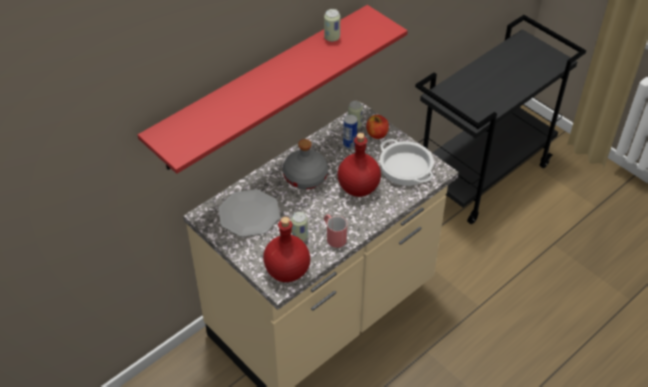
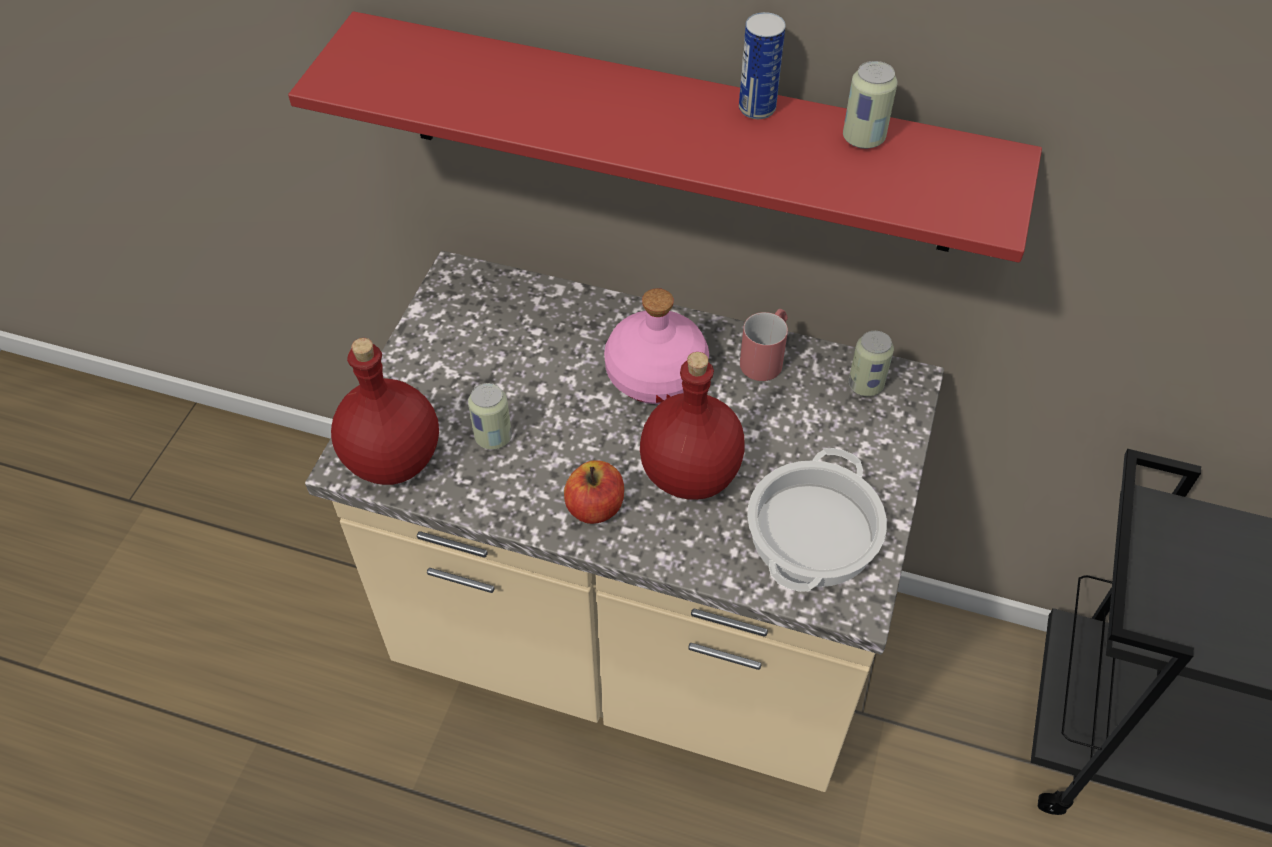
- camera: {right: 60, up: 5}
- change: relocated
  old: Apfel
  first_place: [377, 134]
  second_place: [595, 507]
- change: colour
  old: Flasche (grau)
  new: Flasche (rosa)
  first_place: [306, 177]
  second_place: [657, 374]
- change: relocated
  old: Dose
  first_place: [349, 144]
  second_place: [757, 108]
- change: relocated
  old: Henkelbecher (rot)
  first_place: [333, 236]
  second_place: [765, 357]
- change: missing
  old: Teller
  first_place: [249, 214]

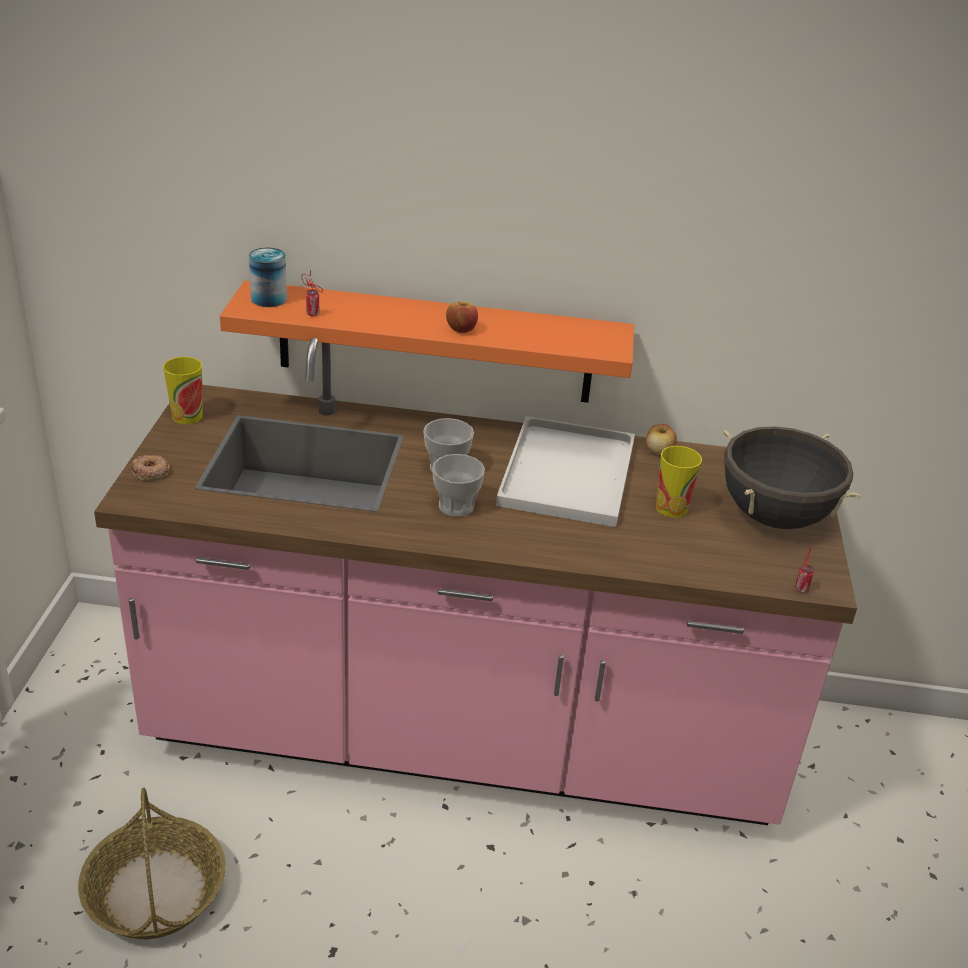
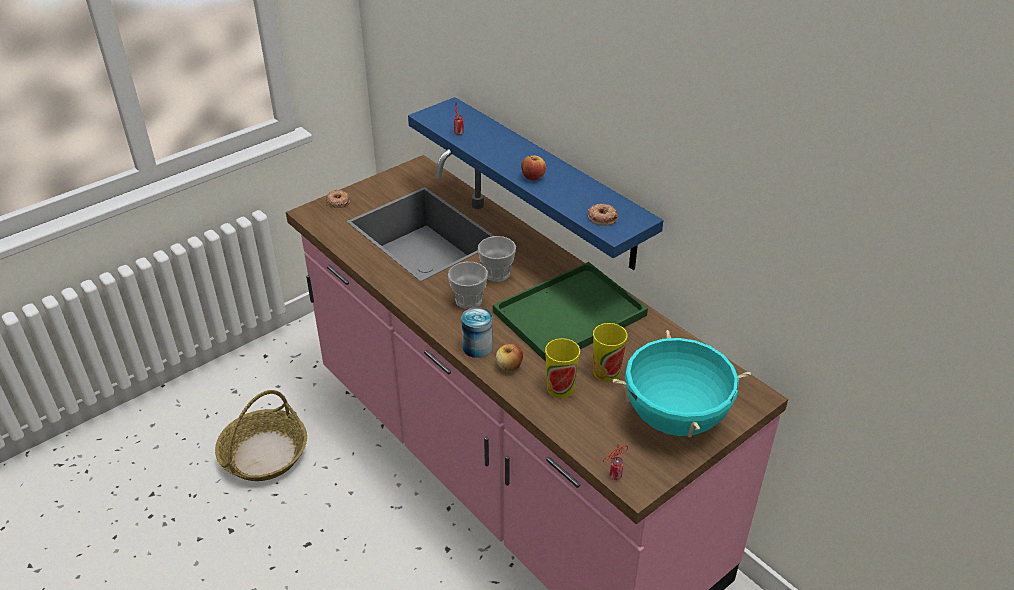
- camera: {right: 45, up: 5}
- change: colour
  old: Wandregal (orange)
  new: Wandregal (blau)
  first_place: [435, 343]
  second_place: [548, 183]
- change: relocated
  old: Dose
  first_place: [269, 299]
  second_place: [477, 347]
- change: colour
  old: Tablett (weiß)
  new: Tablett (grün)
  first_place: [569, 475]
  second_place: [568, 315]
- change: relocated
  old: Apfel
  first_place: [659, 451]
  second_place: [509, 366]
- change: relocated
  old: Tasse
  first_place: [187, 416]
  second_place: [560, 388]
- change: appeared
  new: Donut
  second_place: [602, 217]
- change: colour
  old: Kochtopf (schwarz)
  new: Kochtopf (türkis)
  first_place: [775, 517]
  second_place: [675, 418]

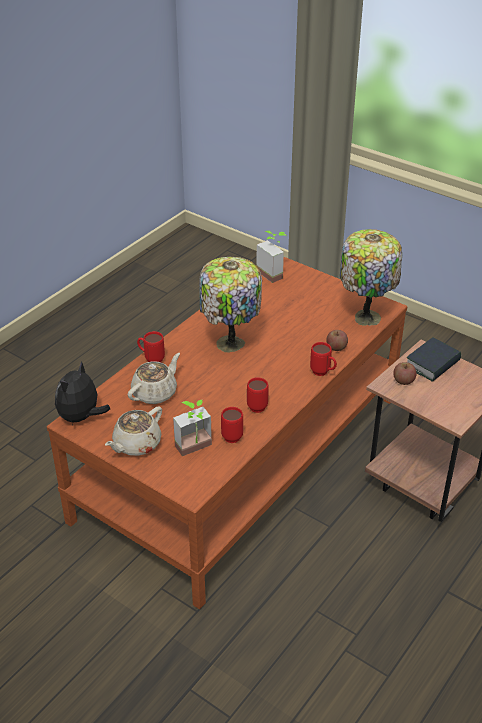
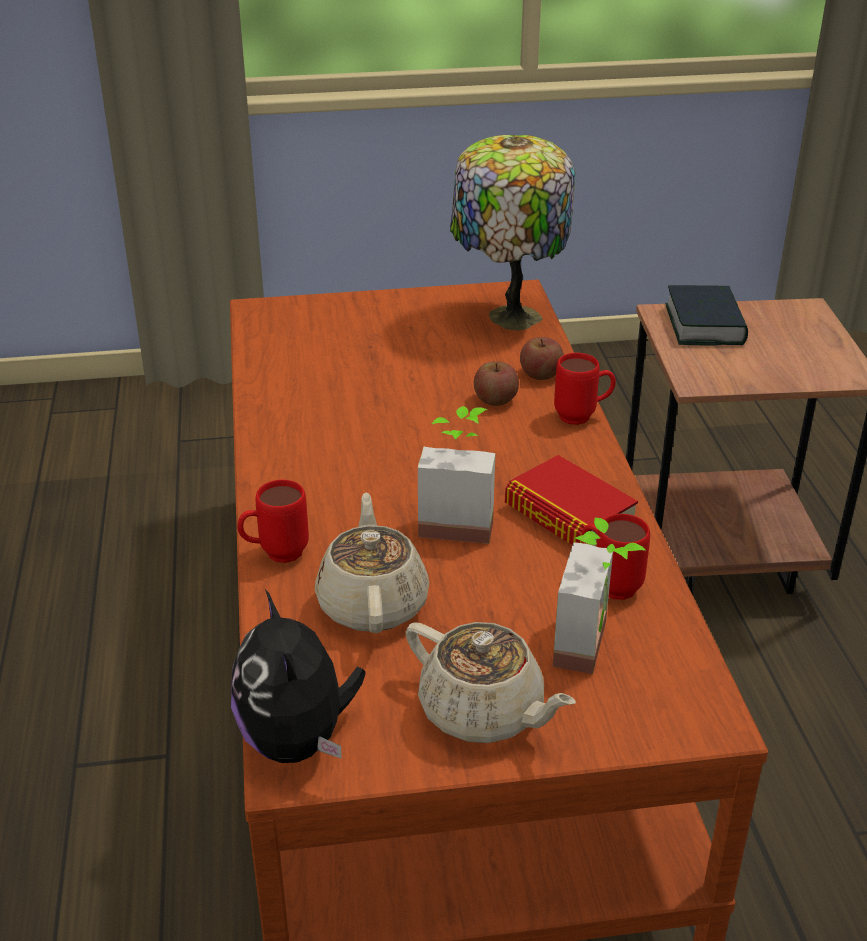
- camera: {right: -45, up: -5}
- change: spun
  old: Teekanne (beige)
  first_place: [136, 444]
  second_place: [483, 712]
  degrees: -45
- change: relocated
  old: Topfpflanze
  first_place: [274, 272]
  second_place: [458, 520]
- change: relocated
  old: Apfel
  first_place: [403, 381]
  second_place: [495, 400]
- change: exchanged
  old: Henkelbecher (rot)
  new: Buch
  first_place: [257, 405]
  second_place: [569, 515]
- change: missing
  old: Tischlampe
  first_place: [229, 345]

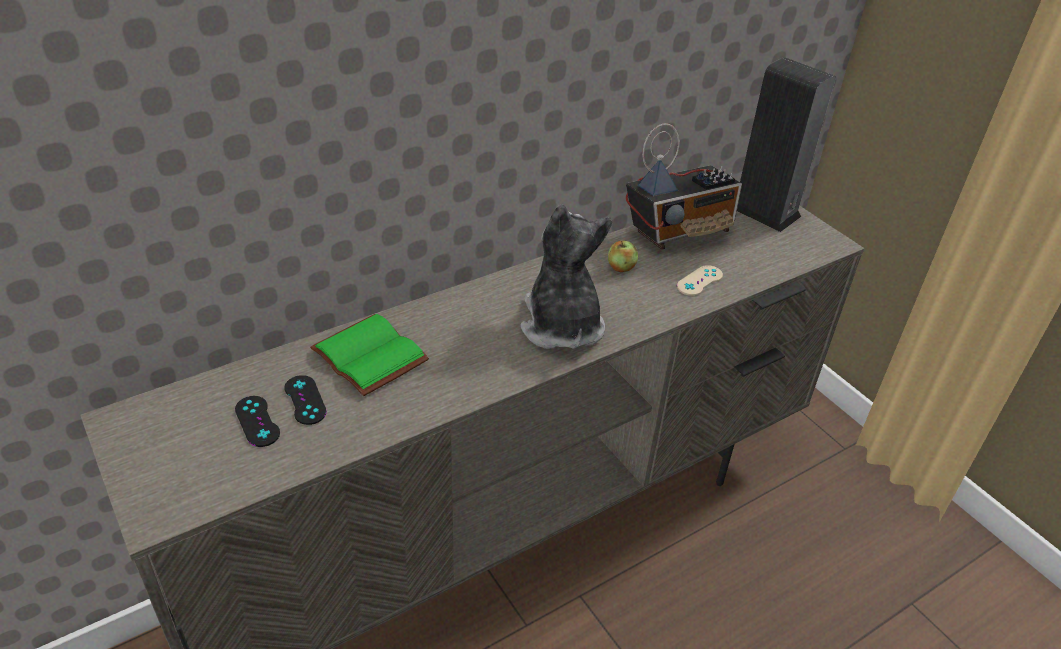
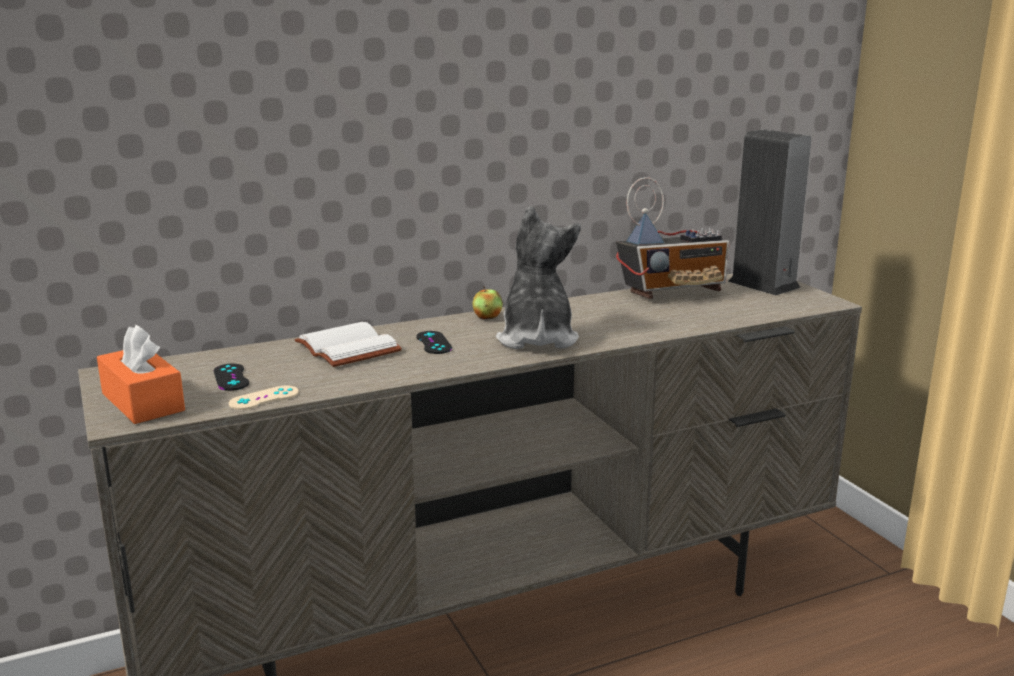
- camera: {right: 10, up: -20}
- change: appeared
  new: Taschentuchbox (orange)
  second_place: [143, 402]
- change: relocated
  old: Gamepad (beige)
  first_place: [699, 281]
  second_place: [264, 398]
- change: colour
  old: Buch (grün)
  new: Buch (weiß)
  first_place: [366, 356]
  second_place: [344, 348]
- change: relocated
  old: Gamepad (schwarz)
  first_place: [305, 400]
  second_place: [433, 343]
- change: relocated
  old: Apfel
  first_place: [621, 267]
  second_place: [487, 317]

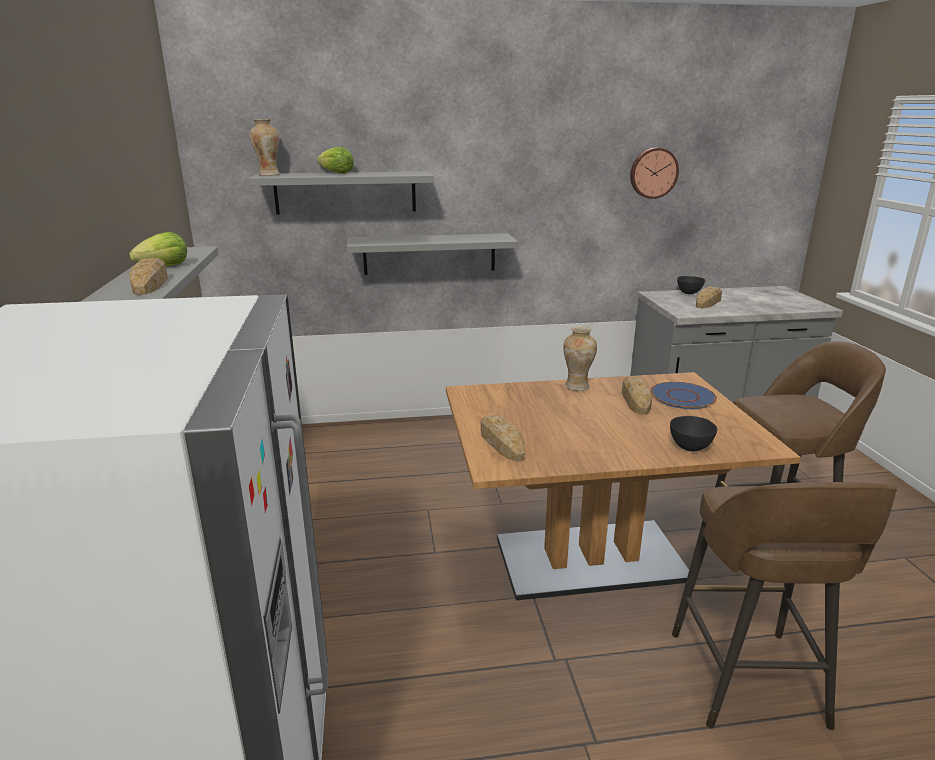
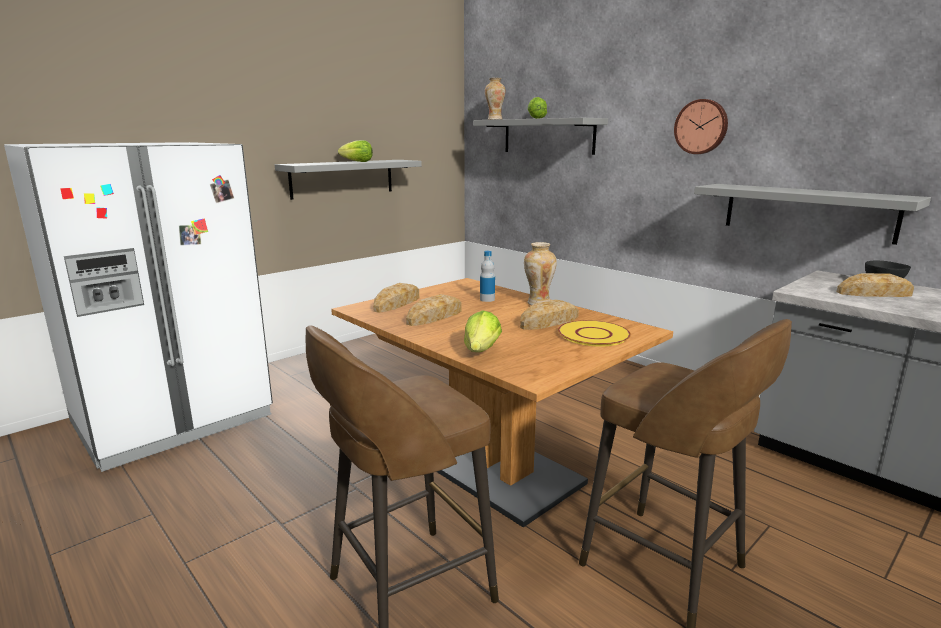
- camera: {right: 55, up: -5}
- change: relocated
  old: Brot
  first_place: [150, 284]
  second_place: [434, 317]
- change: exchanged
  old: Schüssel (schwarz)
  new: Salatkopf
  first_place: [690, 447]
  second_place: [481, 351]
- change: appeared
  new: Flasche
  second_place: [487, 299]
- change: colour
  old: Teller (blau)
  new: Teller (gelb)
  first_place: [682, 396]
  second_place: [593, 334]
- change: relocated
  old: Wanduhr
  first_place: [653, 173]
  second_place: [701, 127]
- change: relocated
  old: Wandregal (grau)
  first_place: [429, 254]
  second_place: [807, 212]

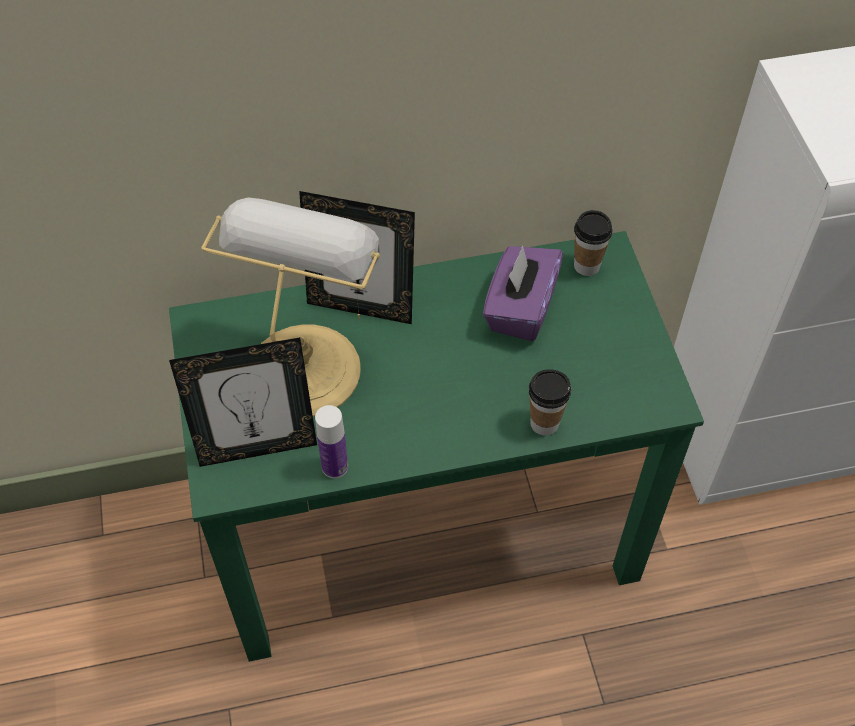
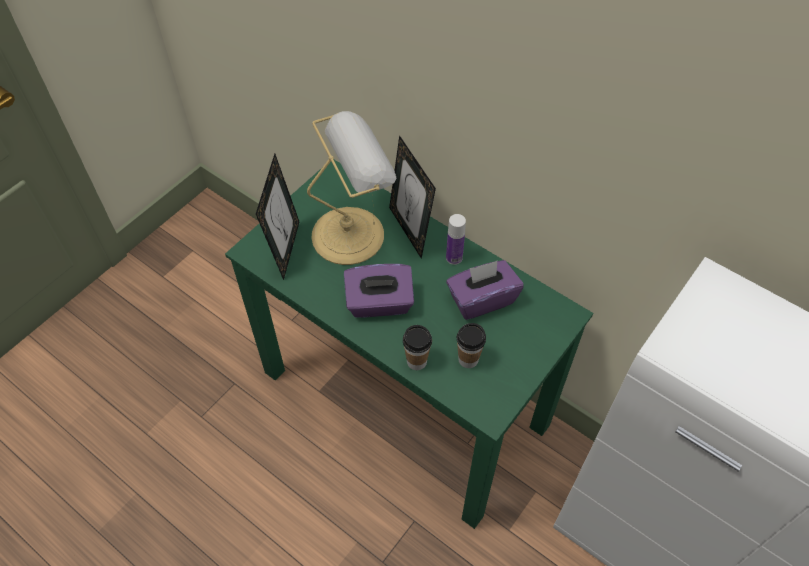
- camera: {right: 50, up: 0}
- change: spun
  old: Bilderrahmen
  first_place: [257, 447]
  second_place: [285, 249]
  degrees: -120
- change: appeared
  new: Taschentuchbox (lila)
  second_place: [379, 304]
- change: relocated
  old: Flasche
  first_place: [335, 467]
  second_place: [454, 258]
- change: relocated
  old: Tasse
  first_place: [586, 266]
  second_place: [468, 359]

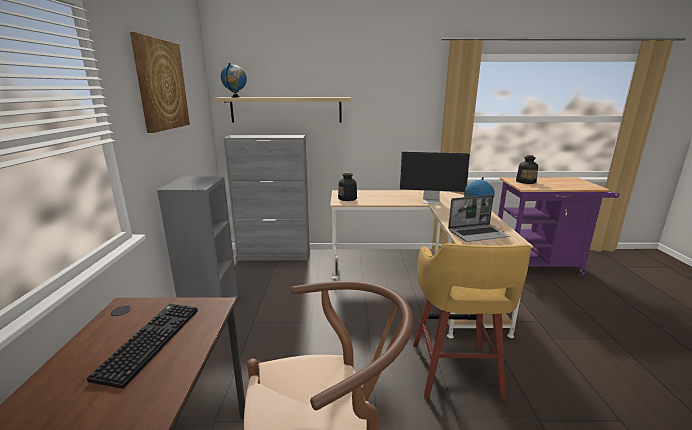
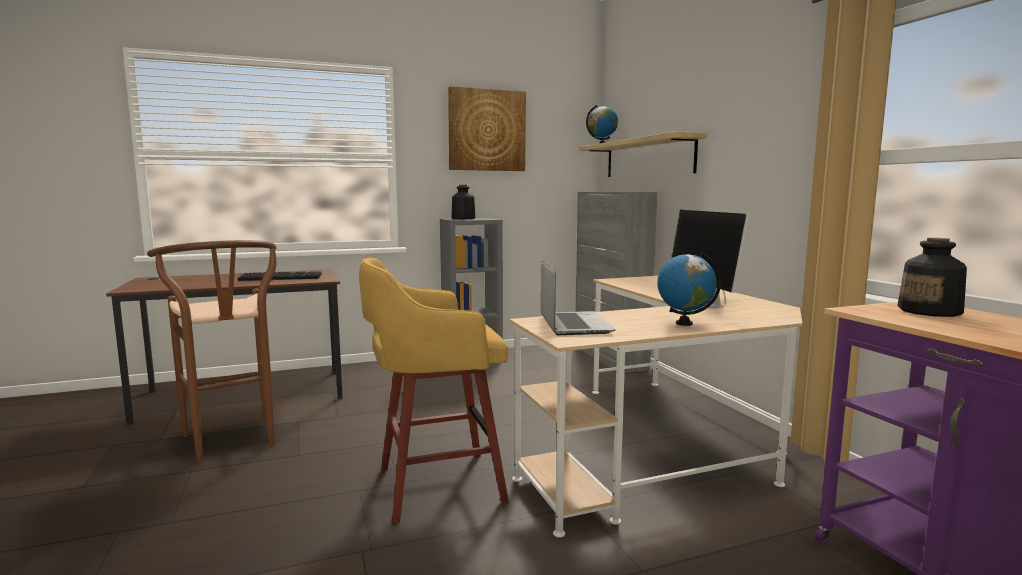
- camera: {right: 70, up: -10}
- change: relocated
  old: Flasche
  first_place: [347, 198]
  second_place: [463, 218]
- change: spun
  old: Laptop
  first_place: [478, 234]
  second_place: [573, 324]
  degrees: -150

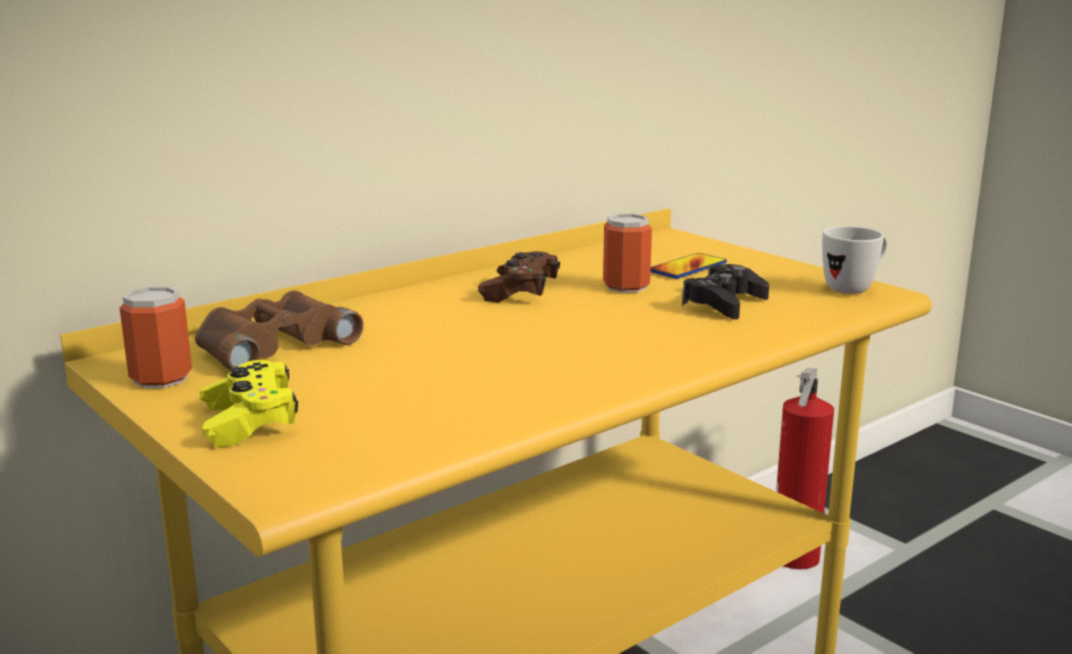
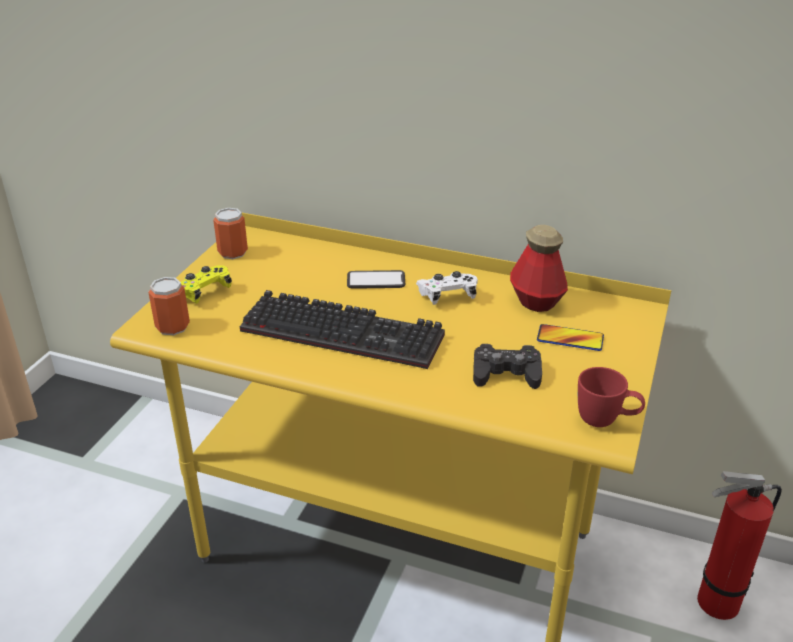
- camera: {right: 60, up: 15}
- change: relocated
  old: Dose
  first_place: [626, 286]
  second_place: [172, 327]
- change: appeared
  new: Tastatur
  second_place: [346, 332]
- change: appeared
  new: Handy
  second_place: [376, 280]
- change: colour
  old: Gamepad (braun)
  new: Gamepad (weiß)
  first_place: [520, 292]
  second_place: [447, 296]
- change: appeared
  new: Flasche
  second_place: [536, 301]
- change: colour
  old: Henkelbecher (weiß)
  new: Henkelbecher (rot)
  first_place: [854, 288]
  second_place: [606, 421]
- change: missing
  old: Fernglas (braun)
  first_place: [272, 345]

